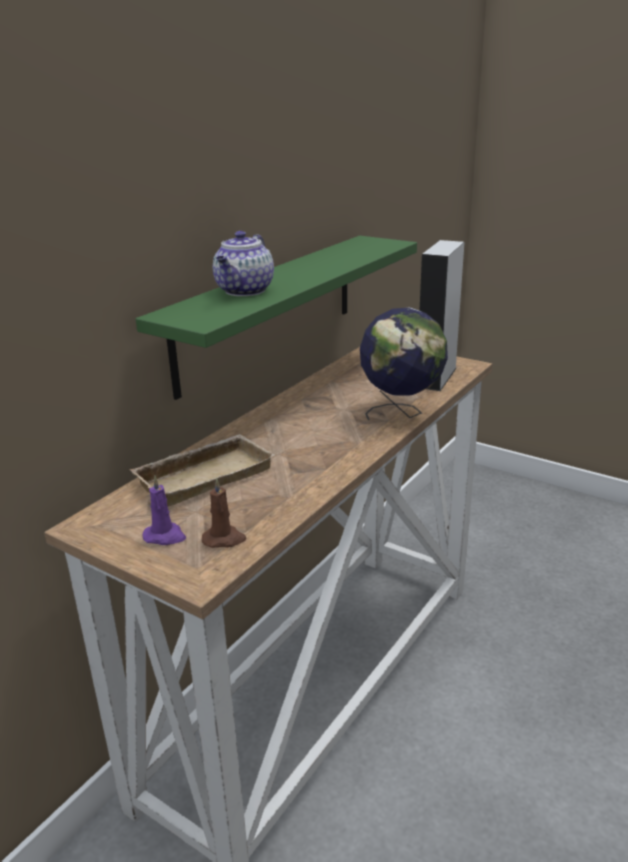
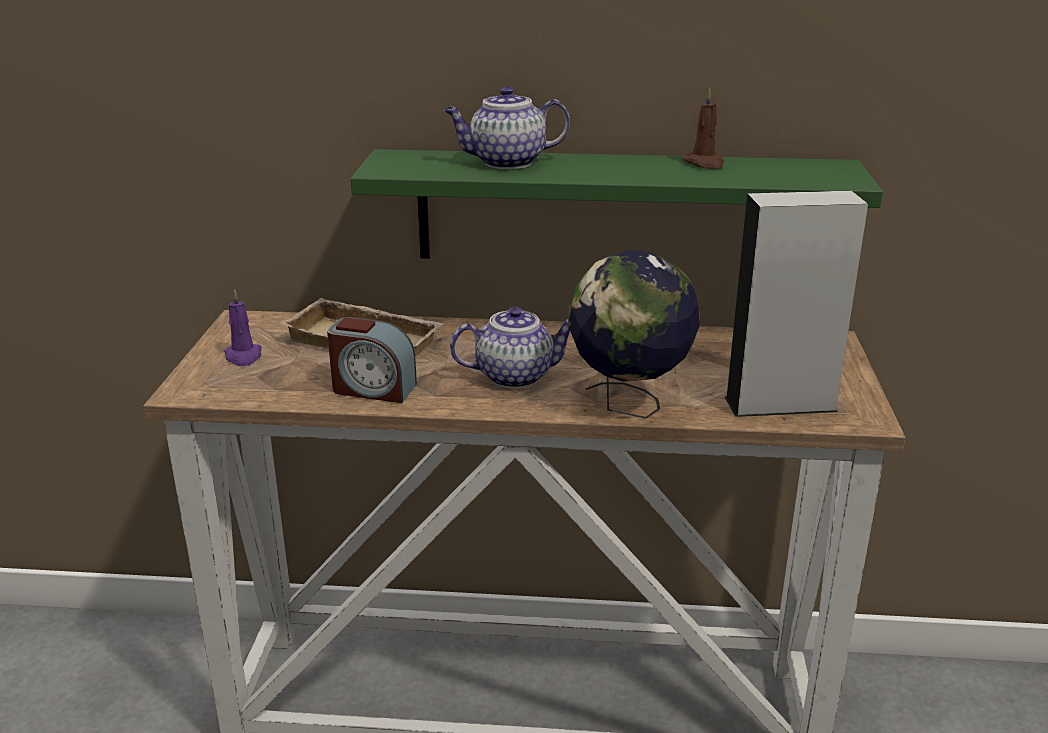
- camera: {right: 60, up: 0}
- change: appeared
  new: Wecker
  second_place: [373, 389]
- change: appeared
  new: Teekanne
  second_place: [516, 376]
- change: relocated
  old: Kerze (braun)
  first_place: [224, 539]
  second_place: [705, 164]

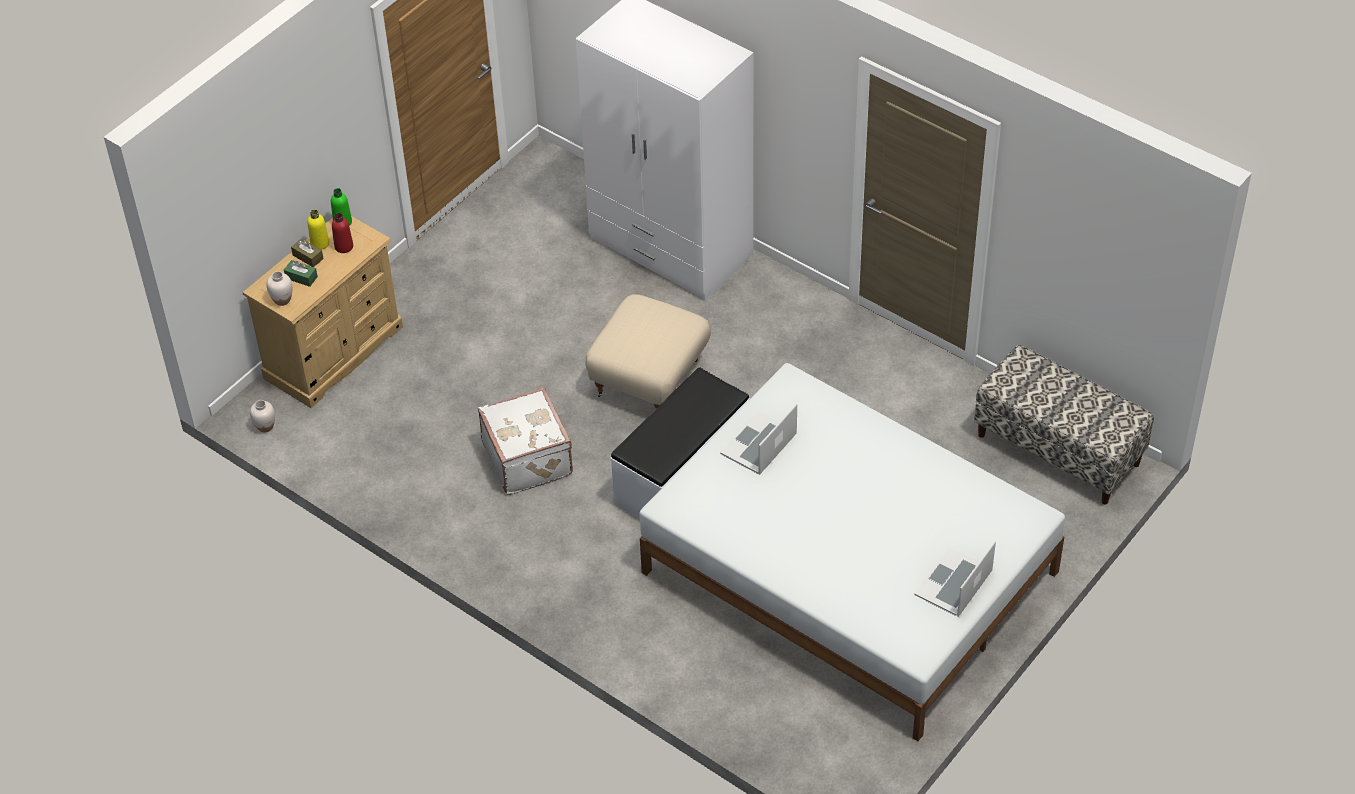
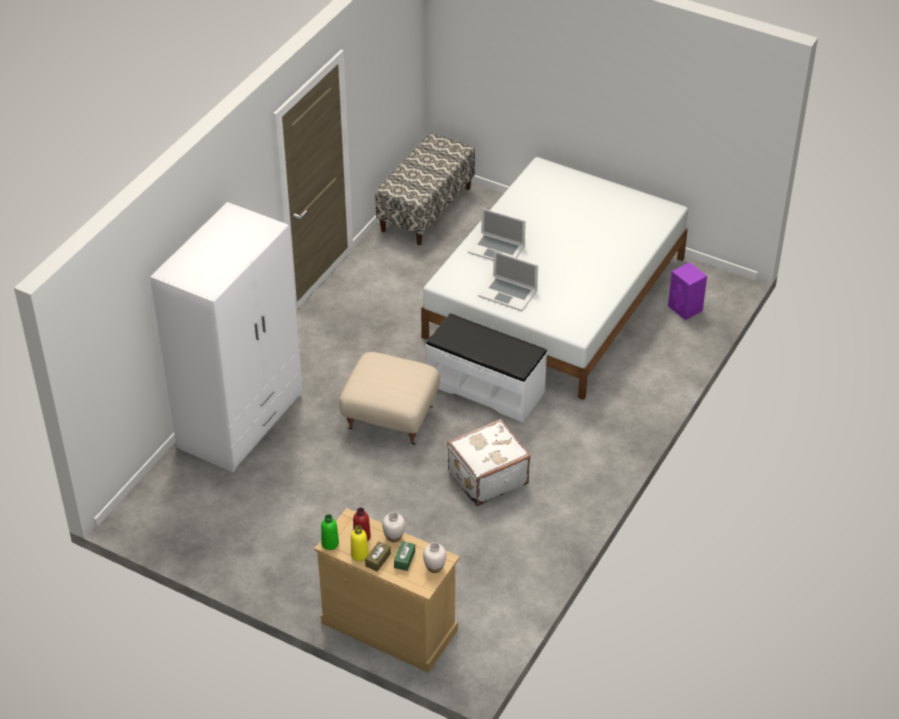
- camera: {right: -100, up: -5}
- change: relocated
  old: Vase (weiß)
  first_place: [265, 426]
  second_place: [393, 537]
- change: relocated
  old: Laptop
  first_place: [954, 583]
  second_place: [496, 249]
- change: appeared
  new: Lautsprecher (lila)
  second_place: [685, 309]

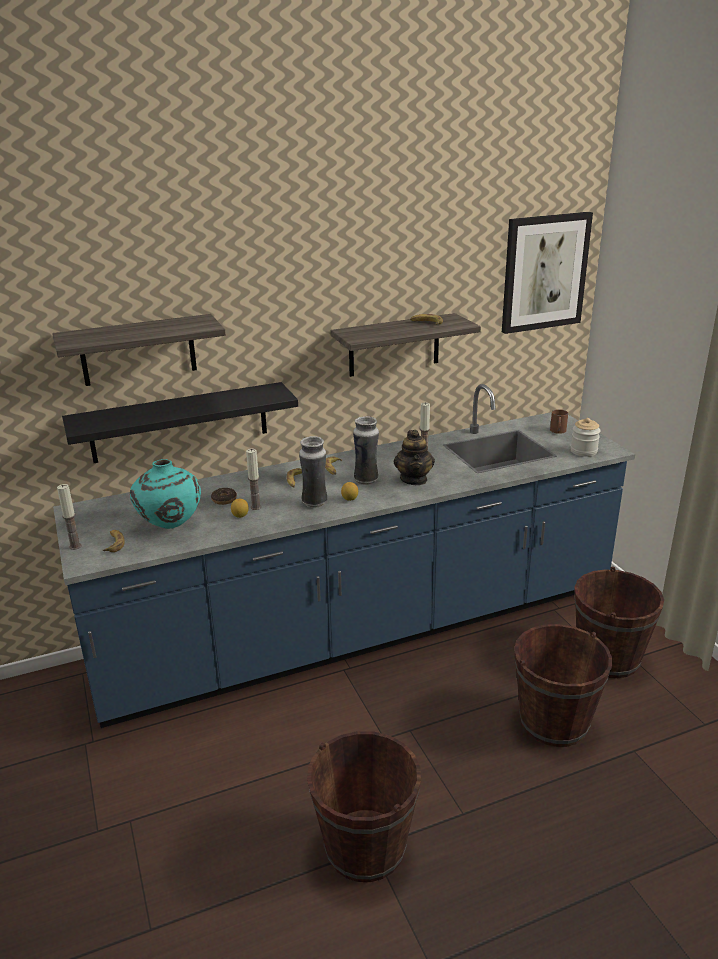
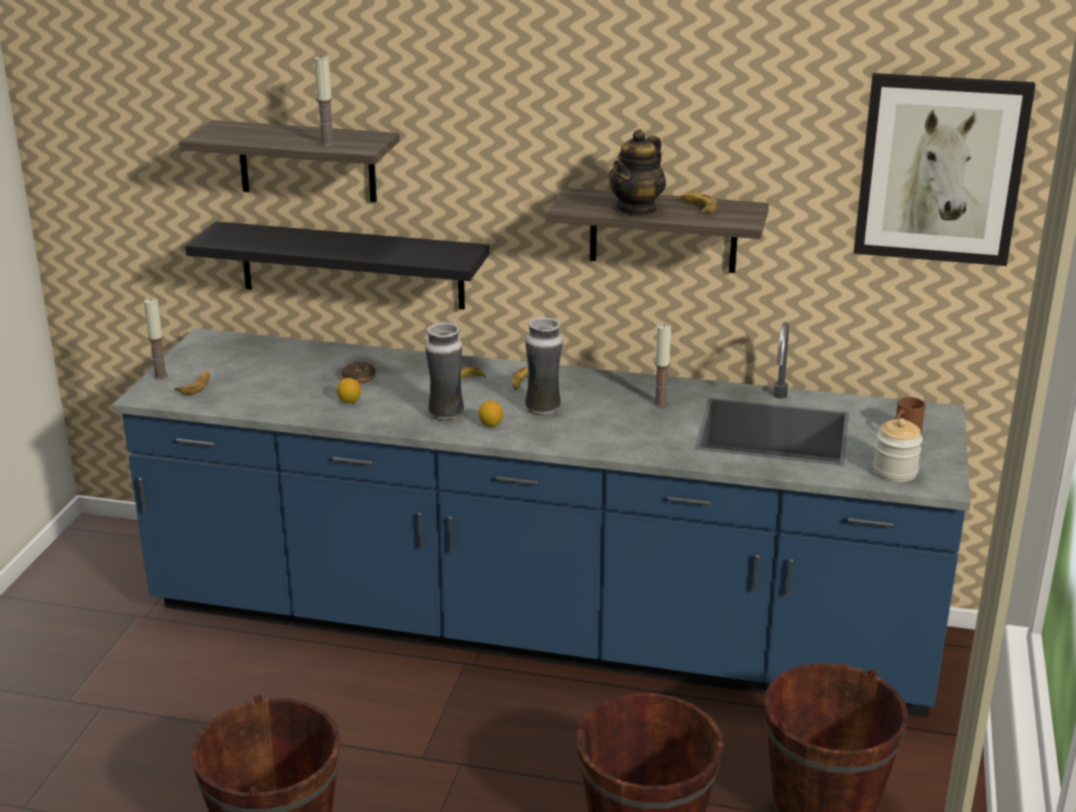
- camera: {right: 35, up: 0}
- change: relocated
  old: Kerze
  first_place: [256, 507]
  second_place: [327, 144]
- change: relocated
  old: Teekanne
  first_place: [414, 479]
  second_place: [637, 209]
- change: missing
  old: Vase (türkis)
  first_place: [170, 527]

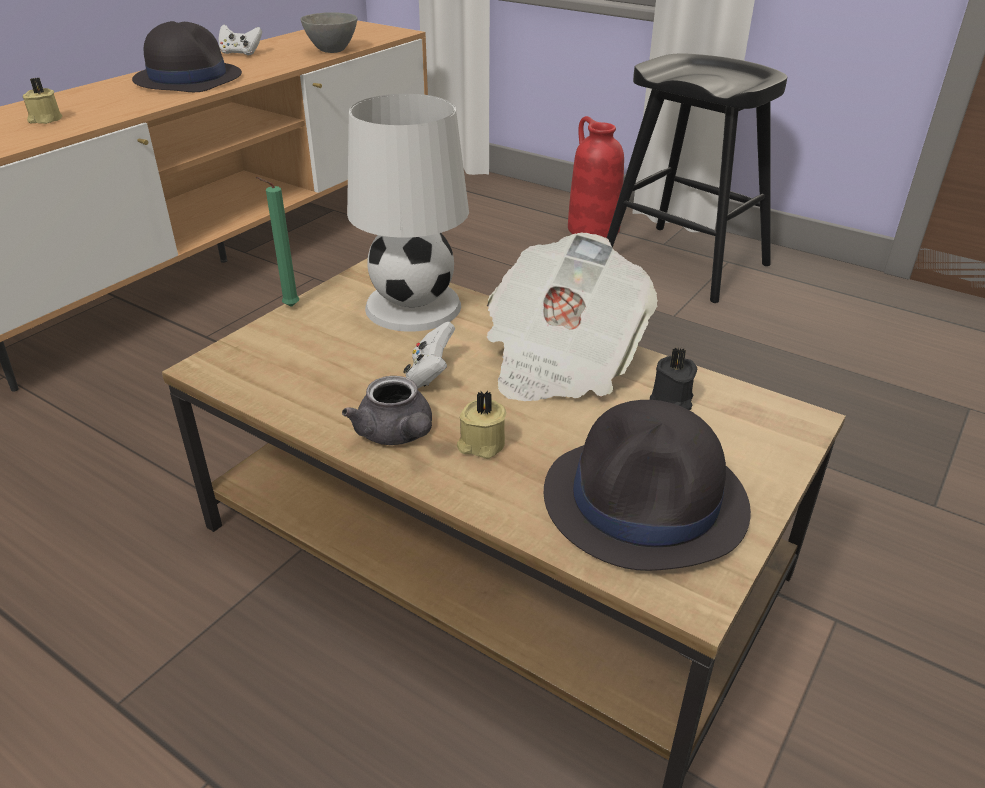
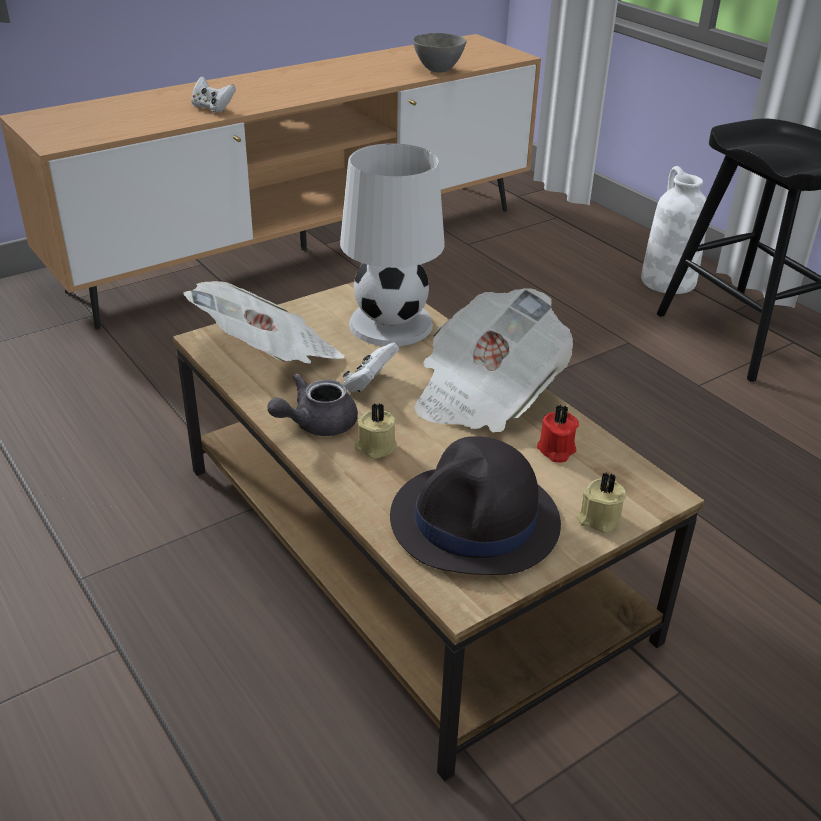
- camera: {right: 20, up: 0}
- change: appeared
  new: Zeitung
  second_place: [269, 357]
- change: relocated
  old: Gamepad (weiß)
  first_place: [241, 53]
  second_place: [212, 108]
- change: spun
  old: Teekanne (grau)
  first_place: [397, 435]
  second_place: [316, 424]
  degrees: 60
- change: colour
  old: Kerze (schwarz)
  new: Kerze (rot)
  first_place: [672, 400]
  second_place: [555, 450]
- change: relocated
  old: Kerze (beige)
  first_place: [45, 120]
  second_place: [598, 518]
- change: colour
  old: Vase (rot)
  new: Vase (weiß)
  first_place: [592, 229]
  second_place: [667, 281]
- change: missing
  old: Hut (schwarz)
  first_place: [188, 78]
- change: missing
  old: Kerze (grün)
  first_place: [288, 307]

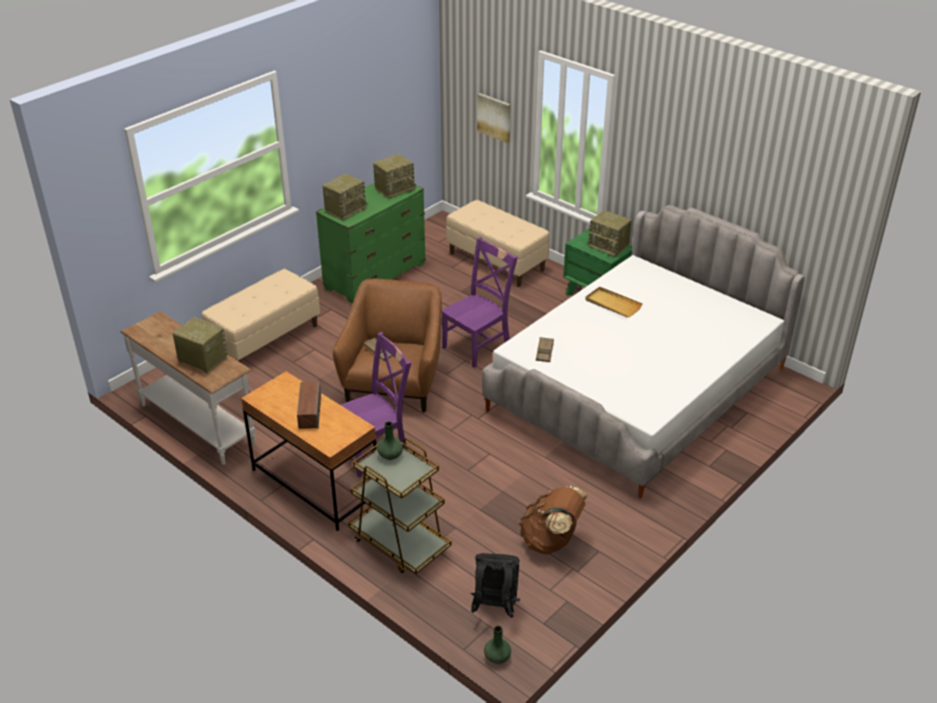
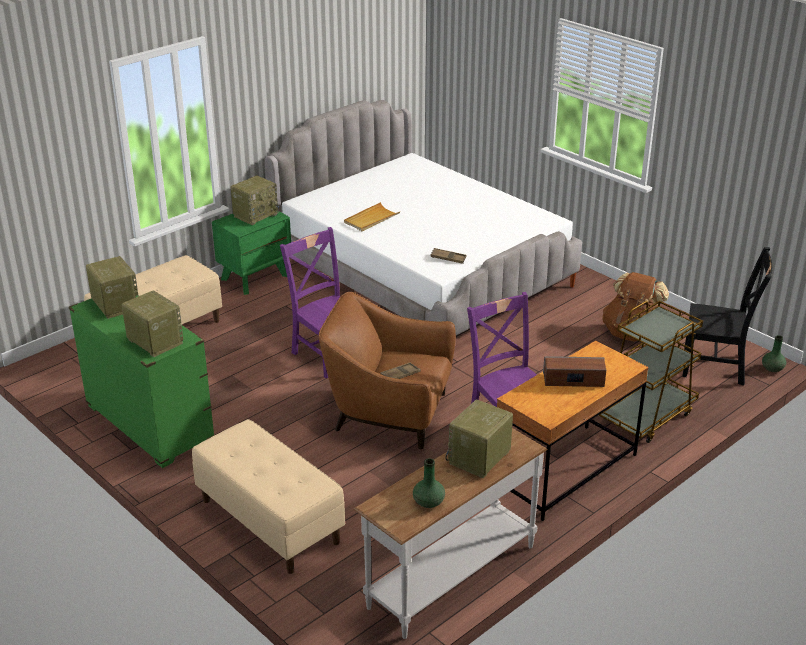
- camera: {right: -85, up: -5}
- change: relocated
  old: Vase (grün)
  first_place: [390, 455]
  second_place: [428, 502]
- change: exchanged
  old: Rucksack (schwarz)
  new: Stuhl (schwarz)
  first_place: [495, 607]
  second_place: [717, 366]
- change: missing
  old: Bild
  first_place: [494, 117]

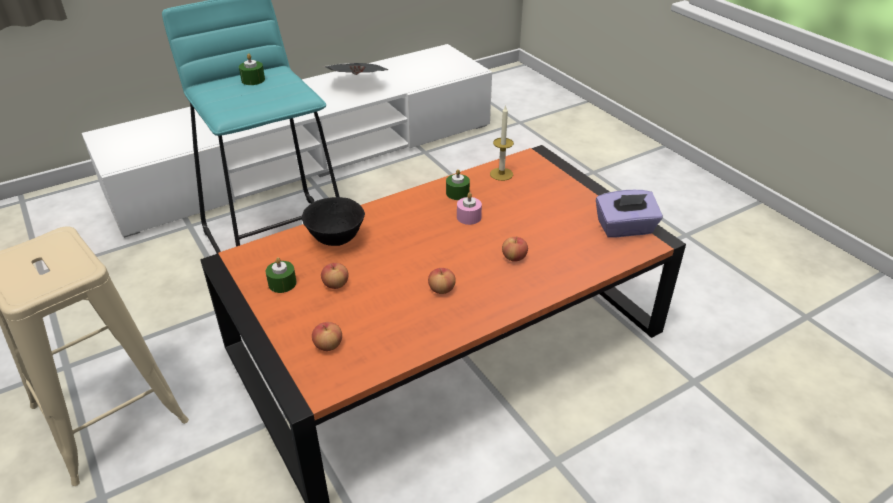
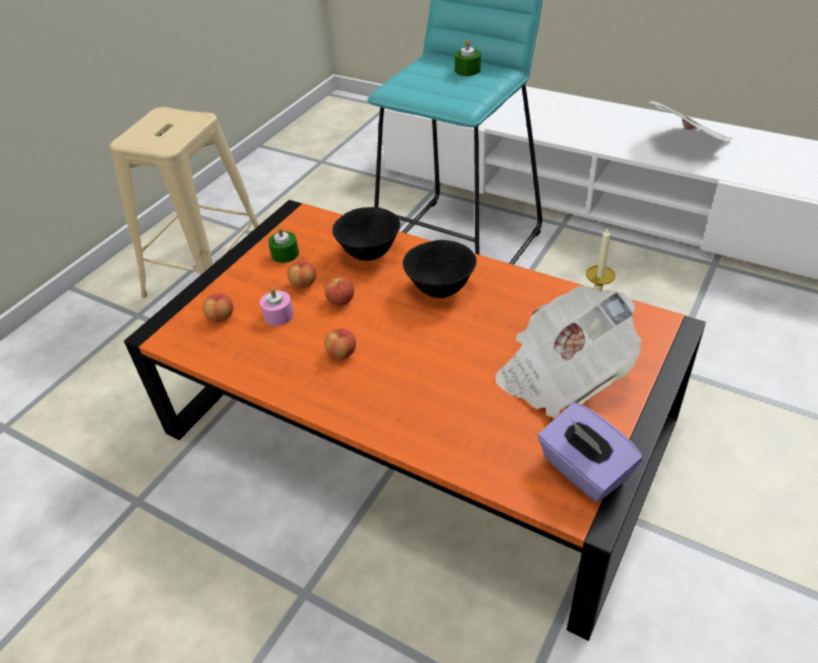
- camera: {right: 65, up: 5}
- change: relocated
  old: Kerze (rosa)
  first_place: [469, 217]
  second_place: [278, 315]
- change: relocated
  old: Apfel
  first_place: [514, 257]
  second_place: [341, 301]
- change: appeared
  new: Schüssel (schwarz)
  second_place: [440, 289]
- change: appeared
  new: Zeitung
  second_place: [562, 374]
- change: missing
  old: Kerze (grün)
  first_place: [457, 193]

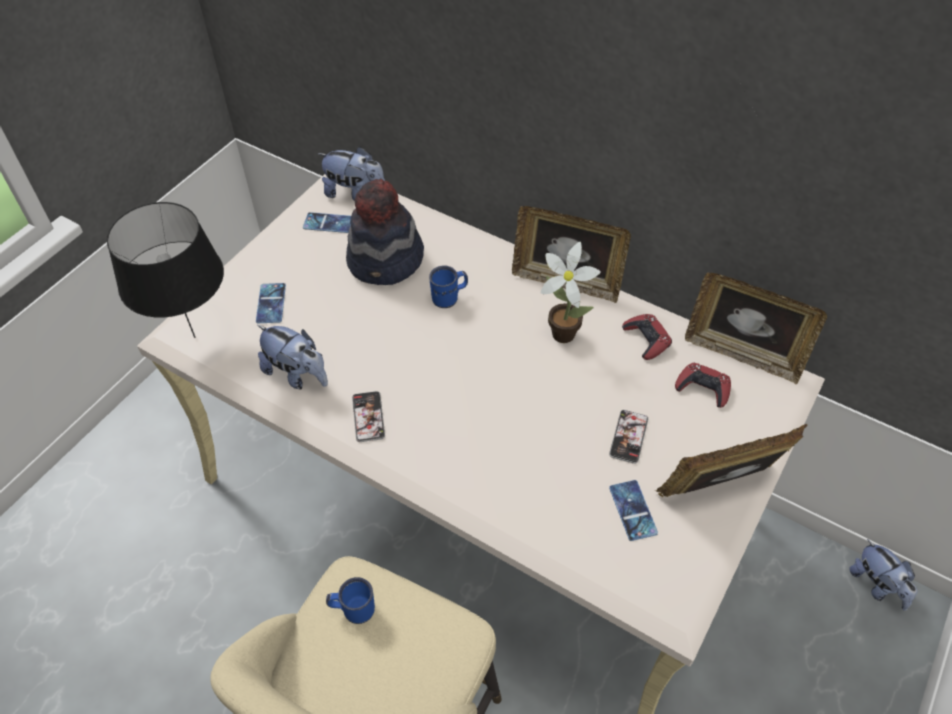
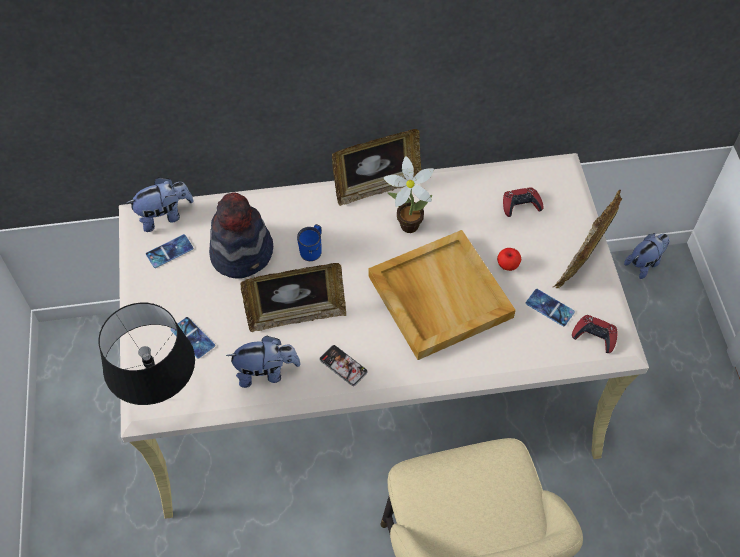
- camera: {right: -40, up: 5}
- change: relocated
  old: Bilderrahmen
  first_place: [742, 353]
  second_place: [296, 315]
- change: appeared
  new: Tablett (beige)
  second_place: [438, 296]
- change: exchanged
  old: Handy
  new: Apfel
  first_place: [628, 437]
  second_place: [508, 265]
- change: relocated
  old: Gamepad (rot)
  first_place: [646, 339]
  second_place: [594, 336]
- change: spun
  old: Plüschtier
  first_place: [877, 585]
  second_place: [644, 263]
  degrees: -60
- change: missing
  old: Henkelbecher (blau)
  first_place: [353, 609]

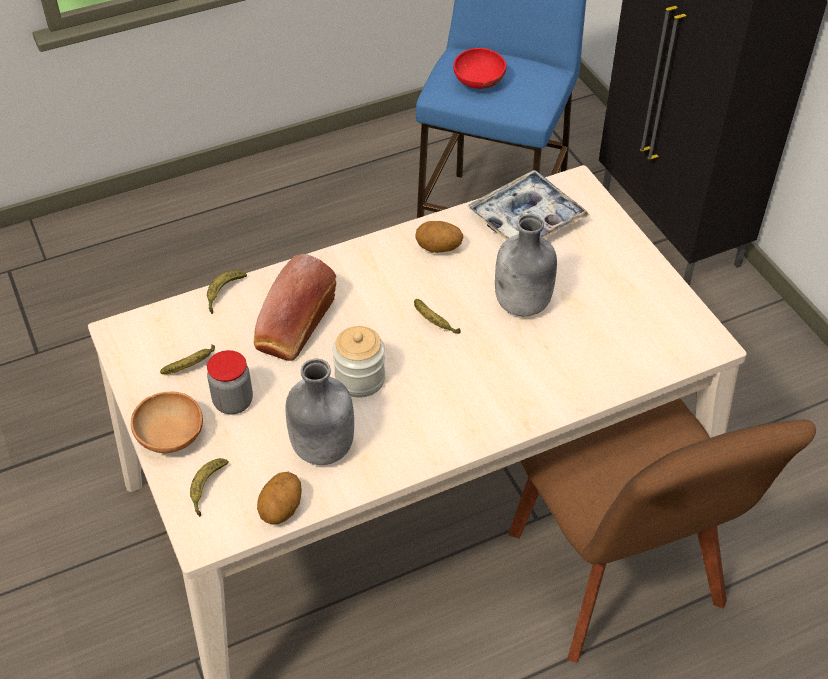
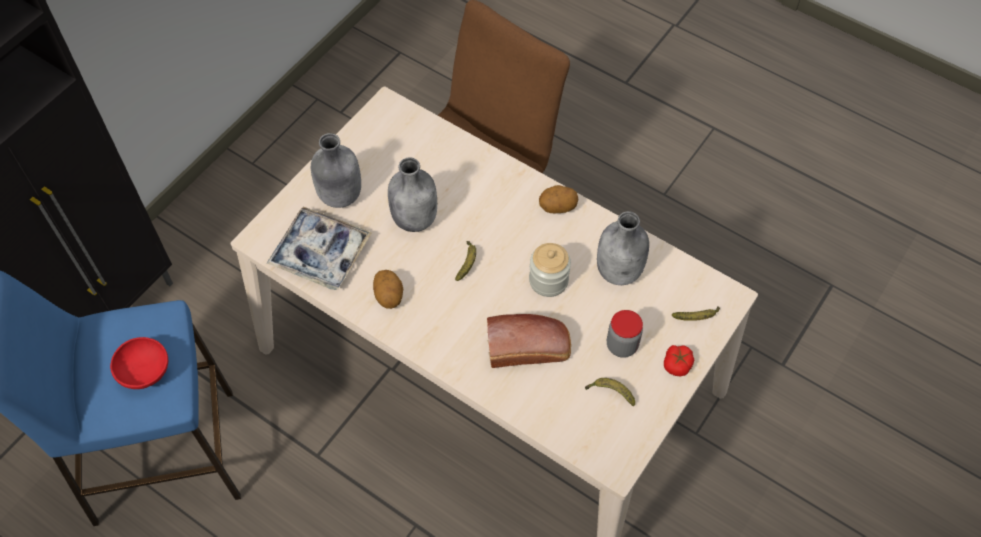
- camera: {right: -120, up: 10}
- change: appeared
  new: Flasche (grau)
  second_place: [339, 196]
- change: relocated
  old: Kartoffel
  first_place: [282, 509]
  second_place: [557, 207]
- change: exchanged
  old: Schüssel (braun)
  new: Tomate
  first_place: [171, 438]
  second_place: [677, 364]
- change: missing
  old: Banane
  first_place: [224, 294]

